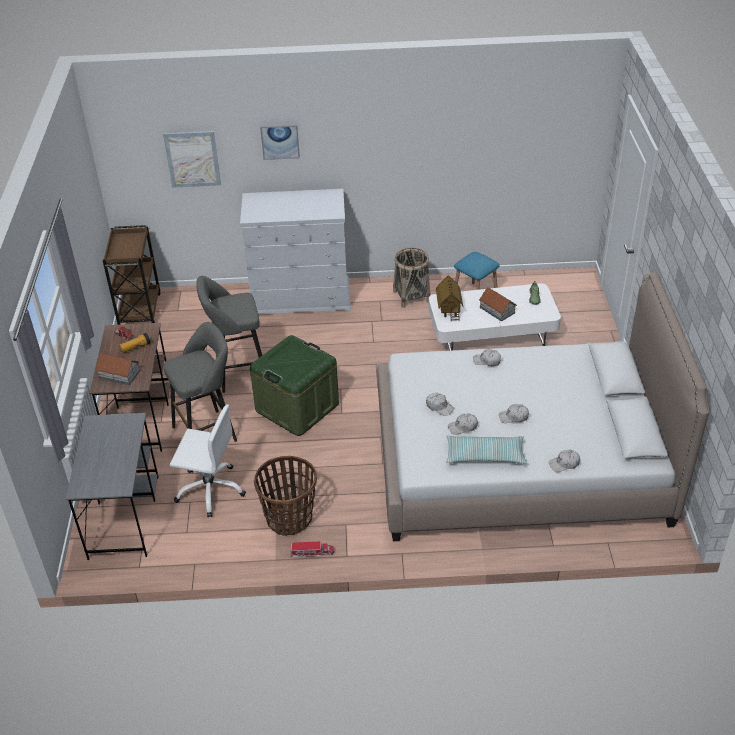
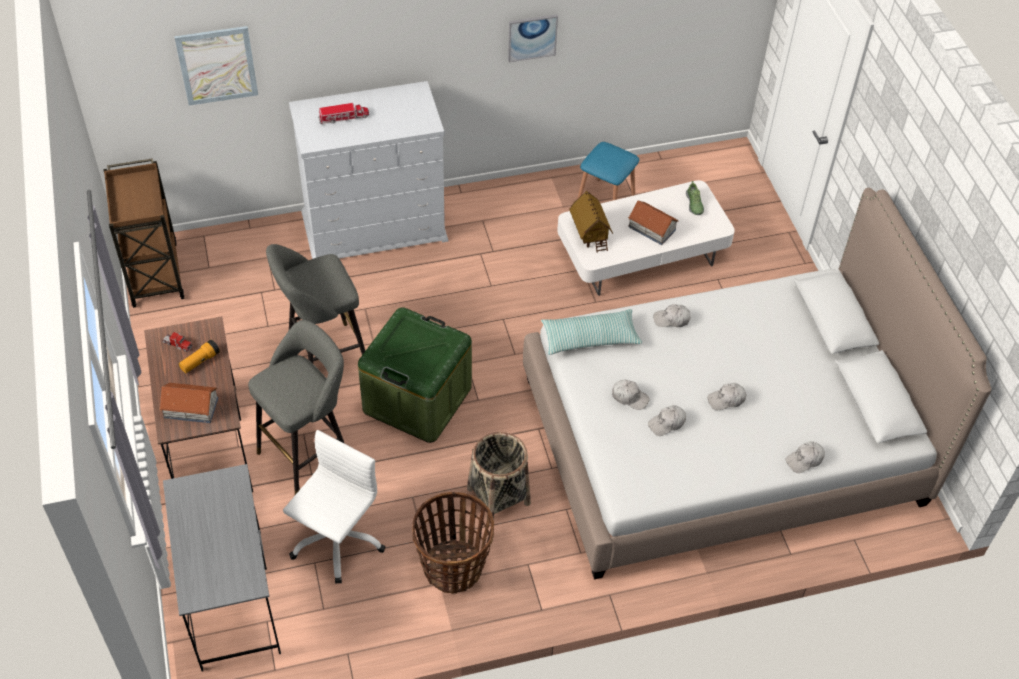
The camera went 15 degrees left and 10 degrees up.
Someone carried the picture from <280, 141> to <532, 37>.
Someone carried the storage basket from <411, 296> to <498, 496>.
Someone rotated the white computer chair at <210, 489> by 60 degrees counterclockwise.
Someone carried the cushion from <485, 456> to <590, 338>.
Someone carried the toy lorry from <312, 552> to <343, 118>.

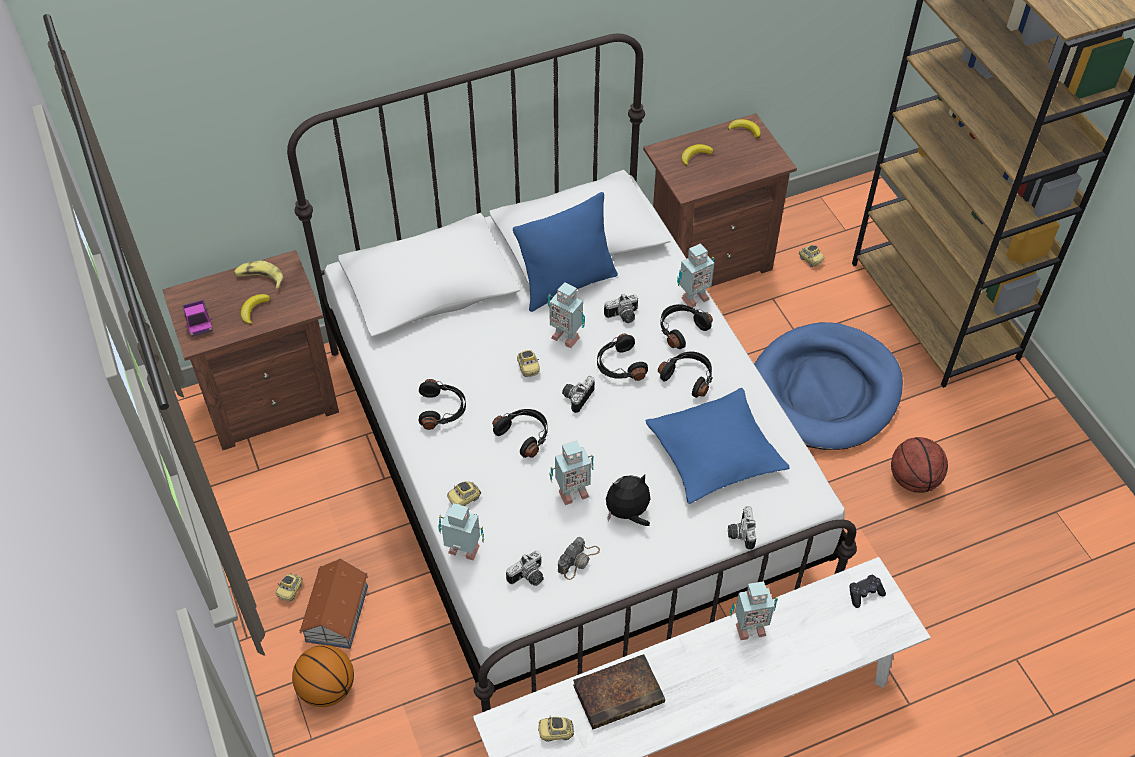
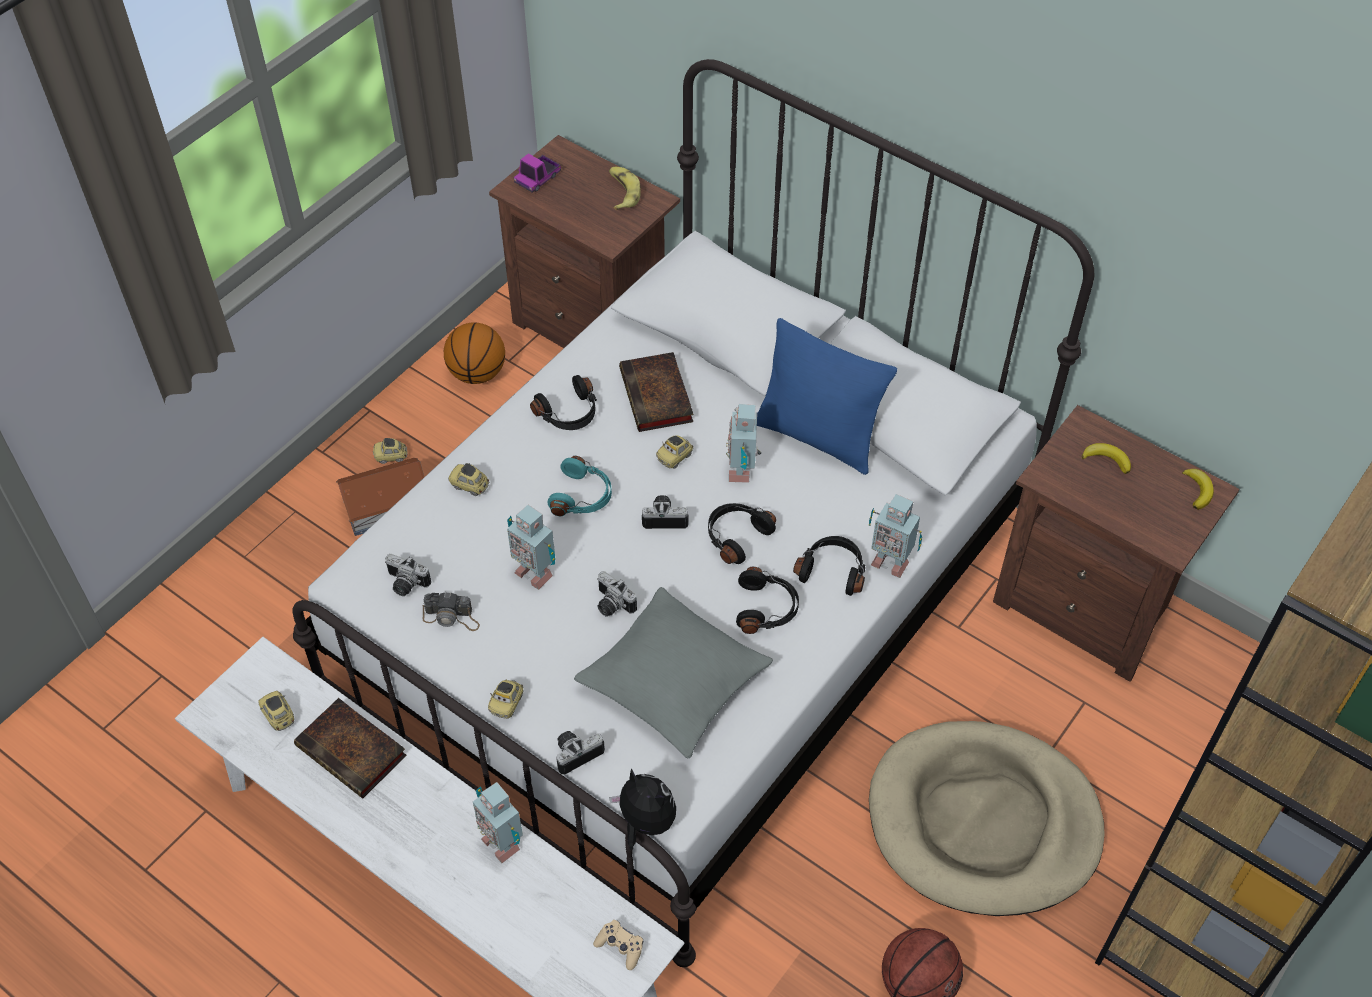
The camera went 60 degrees right and 0 degrees up.
Someone carried the miniature car from <810, 260> to <507, 703>.
Someone took away the banana fruit at <254, 310>.
Someone carried the photo camera from <623, 316> to <611, 605>.
Someone repainted the blue-coloured dog cushion at <824, 390>, which became the beige-coloured dog cushion at <983, 822>.
Someone repainted the blue-coloured cushion at <714, 453>, which became the grey cushion at <674, 681>.
Someone repainted the black-coloured pair of headphones at <524, 435>, which became the turquoise-coloured pair of headphones at <582, 496>.
Someone carried the plush toy from <628, 513> to <645, 822>.
Someone took away the toy robot at <464, 552>.
Someone repainted the black-coloured joypad at <864, 593>, which became the beige-coloured joypad at <620, 946>.
Someone carried the ball for basketball from <327, 688> to <477, 373>.
Someone put down the volume at <657, 397>.

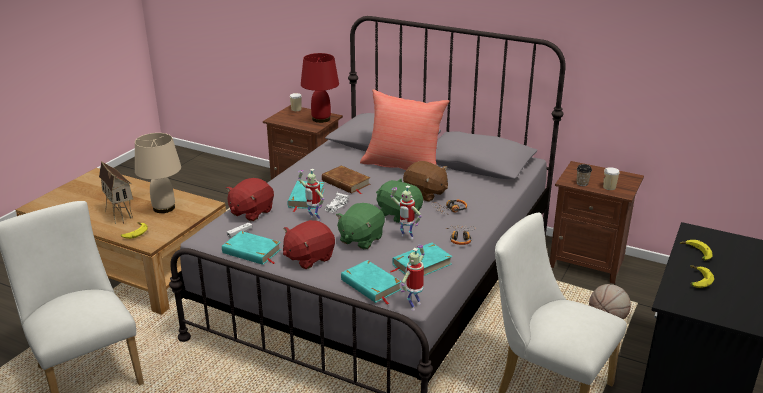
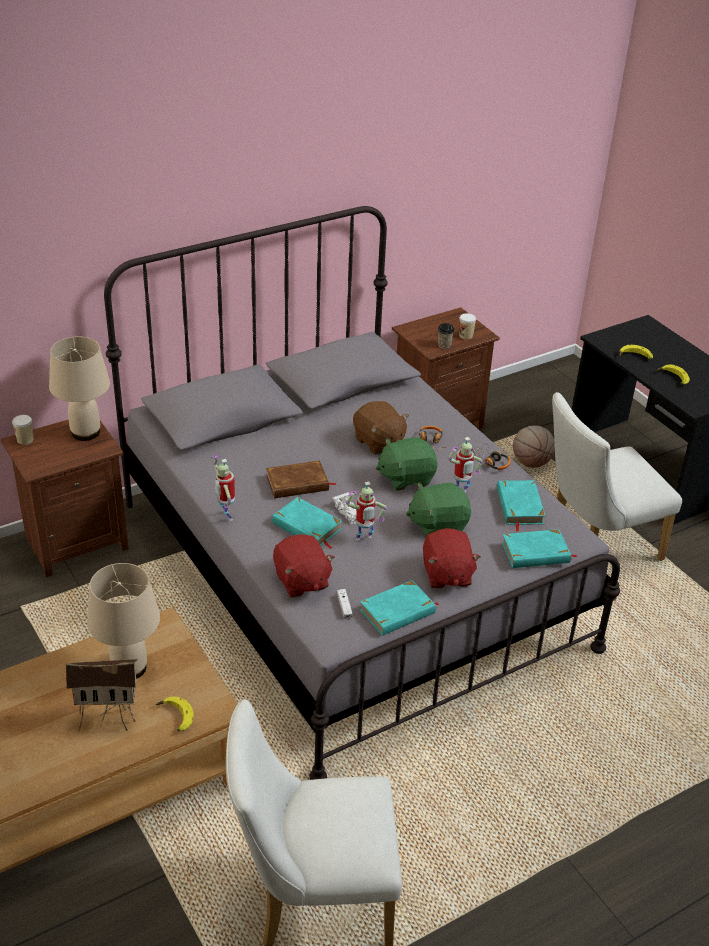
The camera went 60 degrees left and 10 degrees up.
Someone repainted the reddish lamp for a table at <321, 119>, which became the beige-coloured lamp for a table at <85, 432>.
Someone took away the reddish cushion at <403, 166>.
Someone rotated the brown plush toy at <425, 193> by 75 degrees clockwise.
Someone rotated the green plush toy at <360, 239> by 105 degrees clockwise.
Someone carried the toy robot from <414, 305> to <226, 516>.

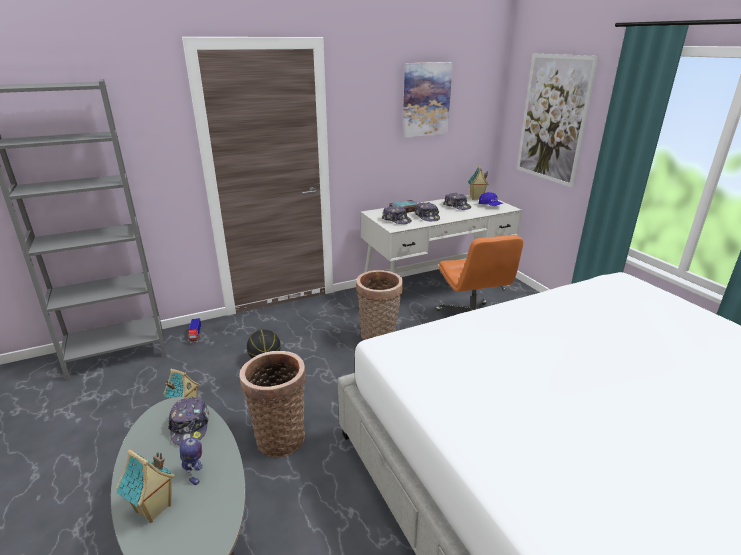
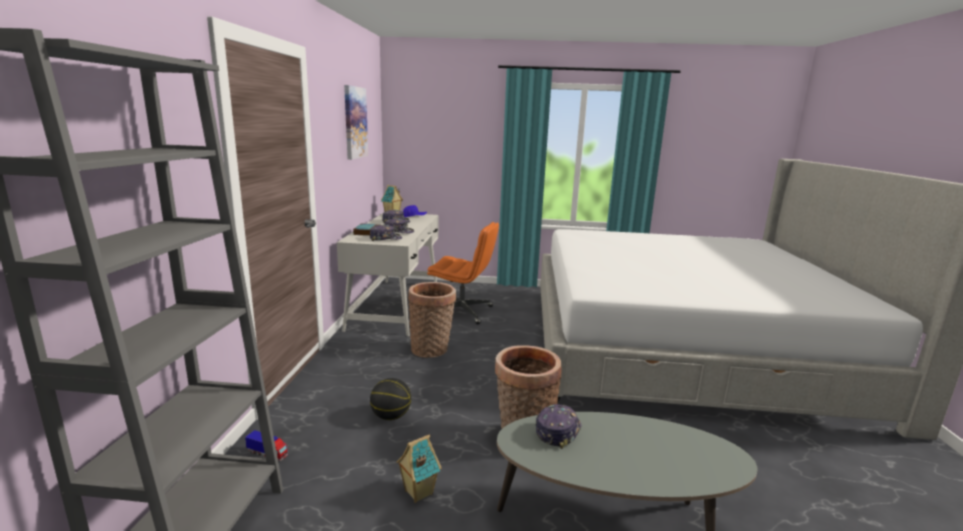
The camera went 60 degrees left and 10 degrees down.
Someone took away the picture at <553, 119>.
Someone rotated the peaked cap at <190, 426> by 75 degrees counterclockwise.
Someone took away the toy robot at <195, 473>.
Someone took away the model house at <154, 509>.

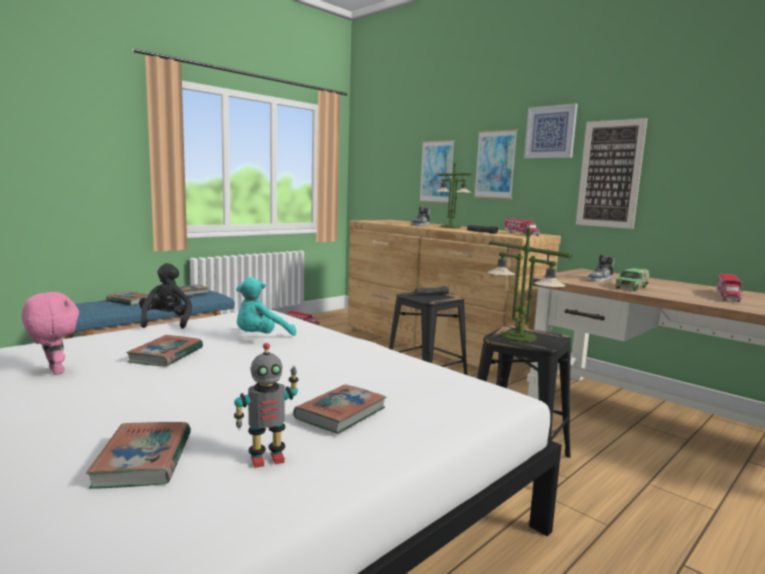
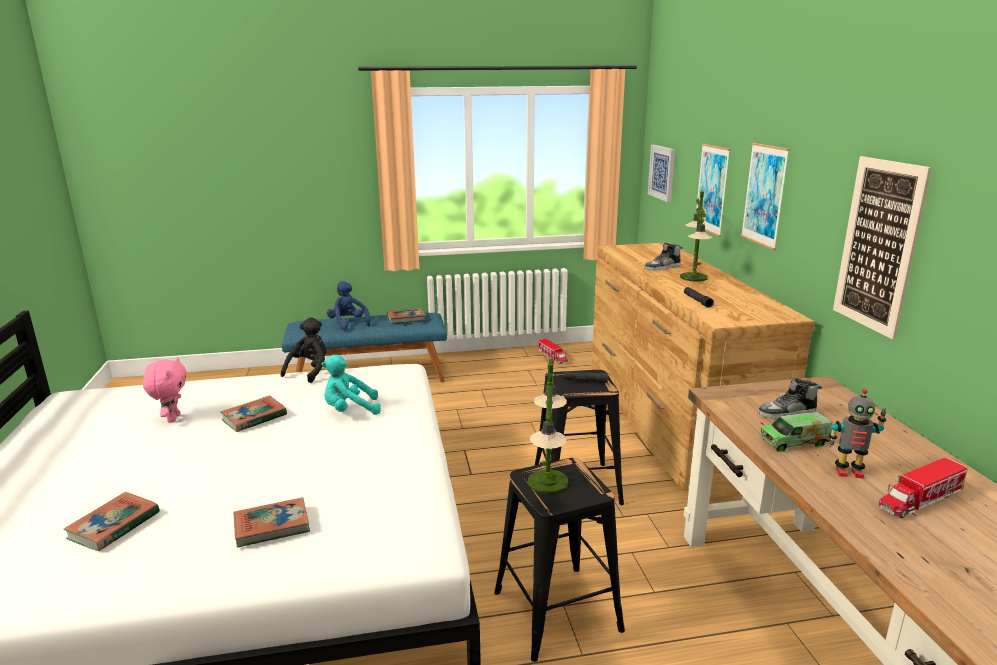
The camera went 35 degrees right and 10 degrees up.
Someone carried the picture from <550, 132> to <662, 172>.
Someone took away the toy lorry at <521, 233>.
Someone swapped the volume at <130, 301> for the blue-coloured plush toy at <348, 324>.
Someone carried the toy robot from <267, 459> to <848, 472>.

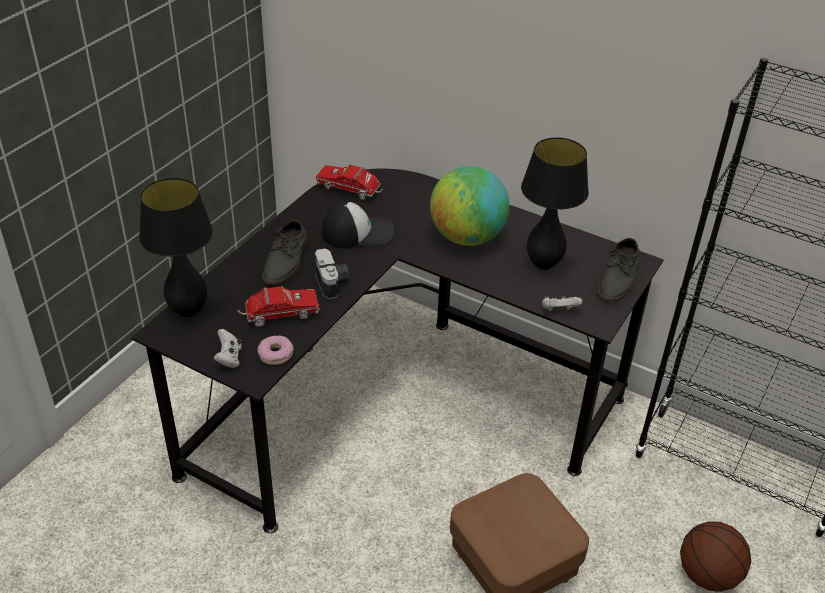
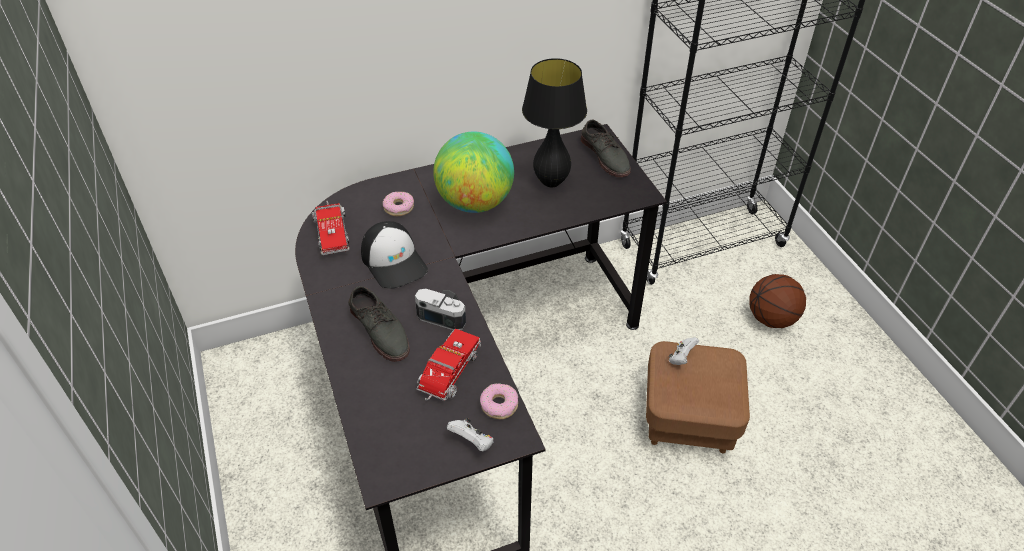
The camera went 50 degrees left and 5 degrees up.
Someone rotated the toy lorry at <351, 189> by 75 degrees counterclockwise.
Someone took away the black-coloured lamp for a table at <189, 311>.
Someone rotated the peaked cap at <358, 232> by 120 degrees clockwise.
Someone carried the white joypad from <559, 311> to <681, 357>.
Someone put down the ring doughnut at <399, 207>.

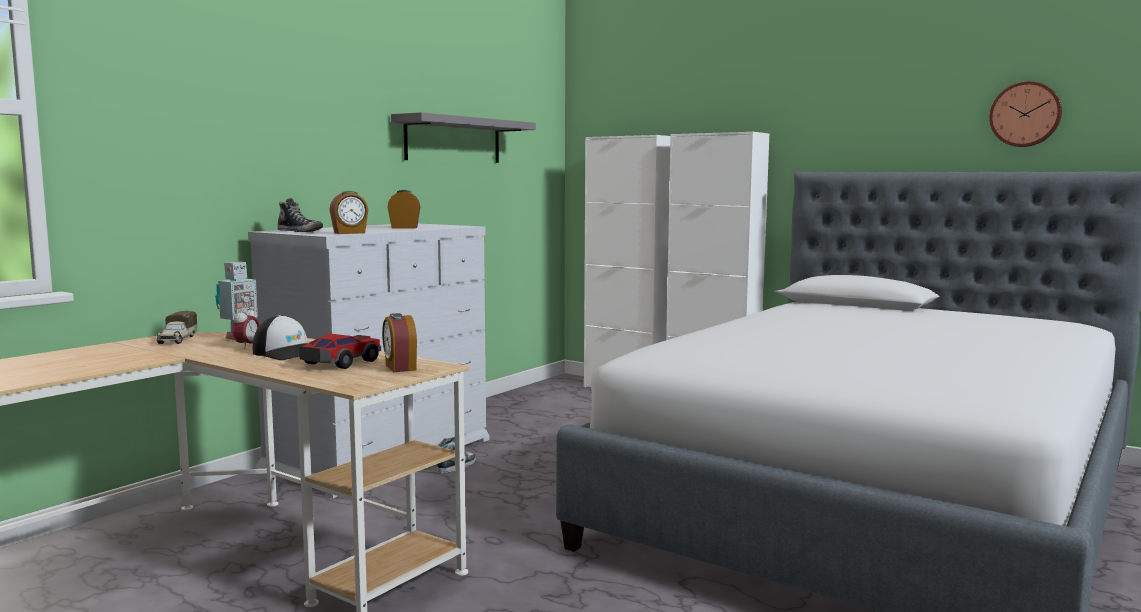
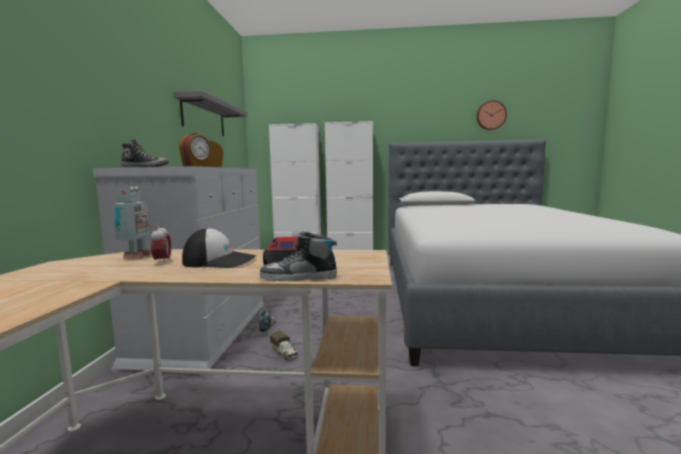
The camera went 30 degrees left and 0 degrees up.
Someone carried the toy lorry from <177, 340> to <284, 353>.
Someone took away the table clock at <399, 367>.
Someone put down the shoe at <298, 277>.

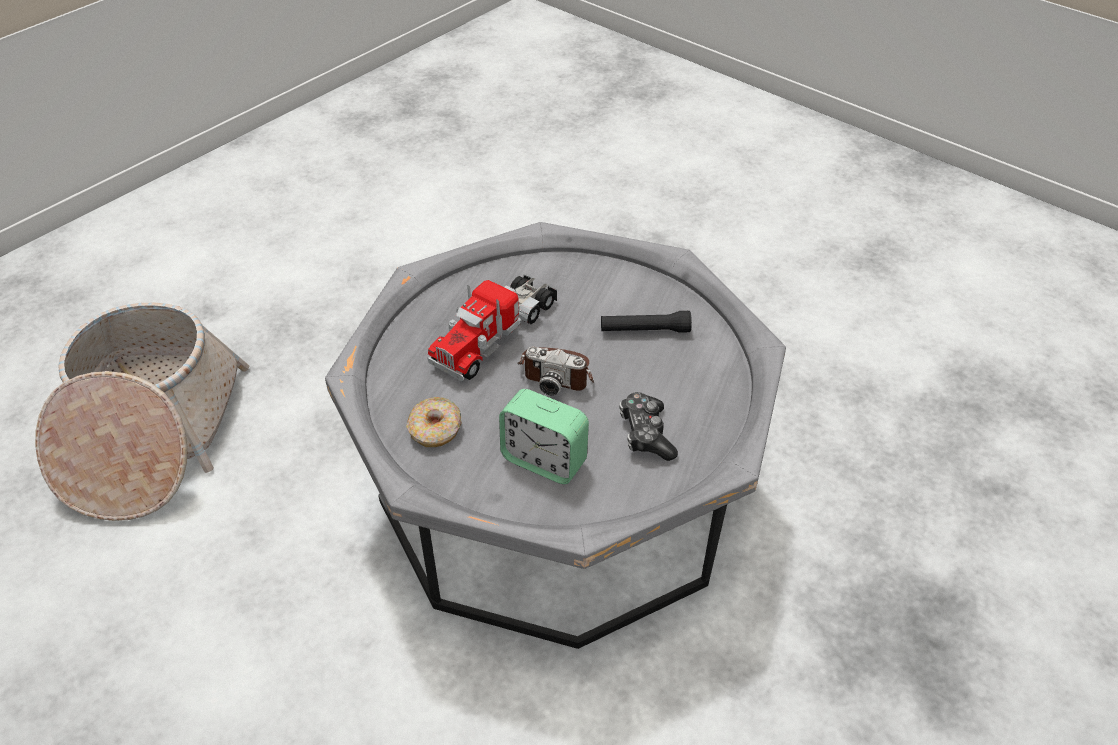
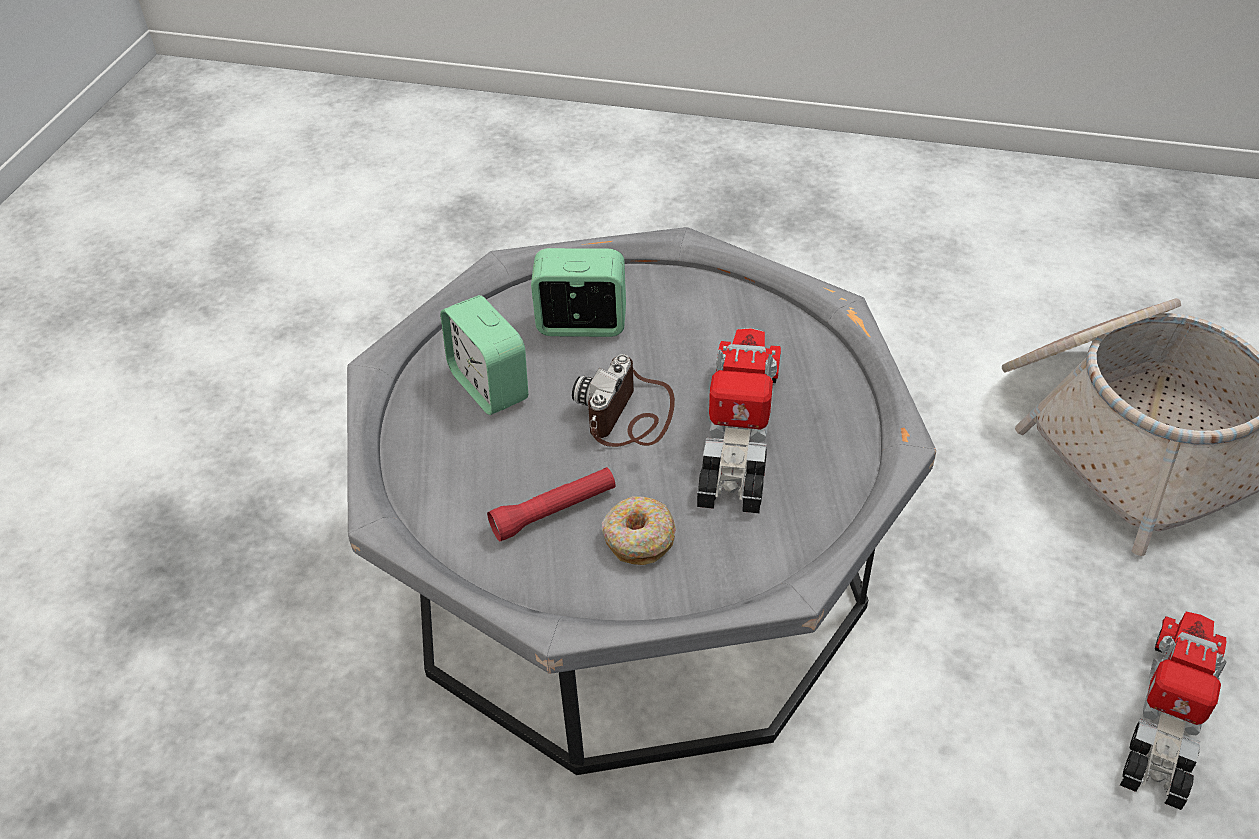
The camera went 155 degrees right and 0 degrees up.
Someone repainted the black-coloured hand torch at <645, 330>, which became the reddish hand torch at <554, 512>.
Someone rotated the photo camera at <557, 372> by 60 degrees counterclockwise.
Someone swapped the joypad at <646, 434> for the table clock at <489, 386>.
Someone carried the ring doughnut from <435, 430> to <638, 538>.
Someone put down the toy lorry at <1169, 716>.

